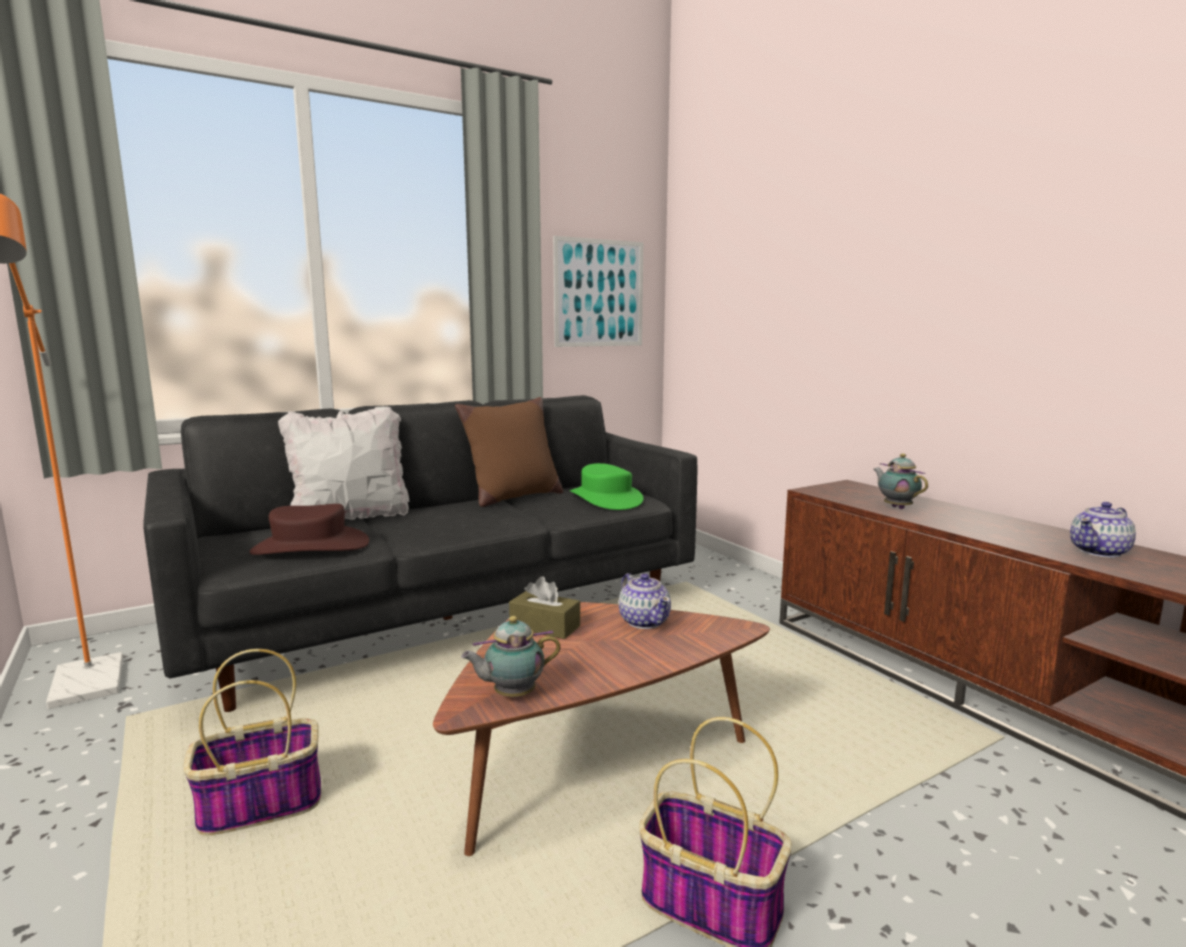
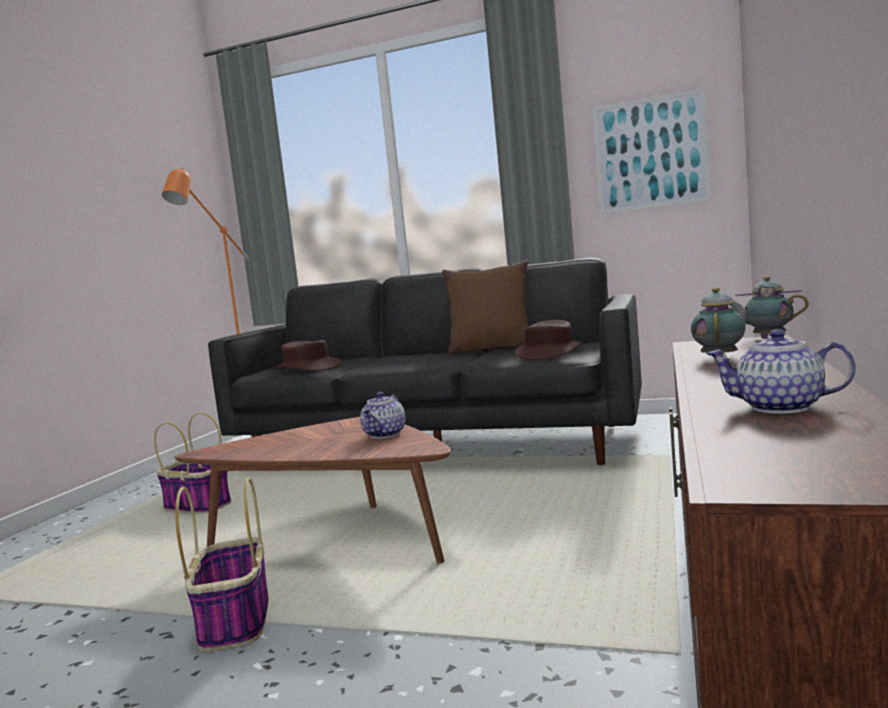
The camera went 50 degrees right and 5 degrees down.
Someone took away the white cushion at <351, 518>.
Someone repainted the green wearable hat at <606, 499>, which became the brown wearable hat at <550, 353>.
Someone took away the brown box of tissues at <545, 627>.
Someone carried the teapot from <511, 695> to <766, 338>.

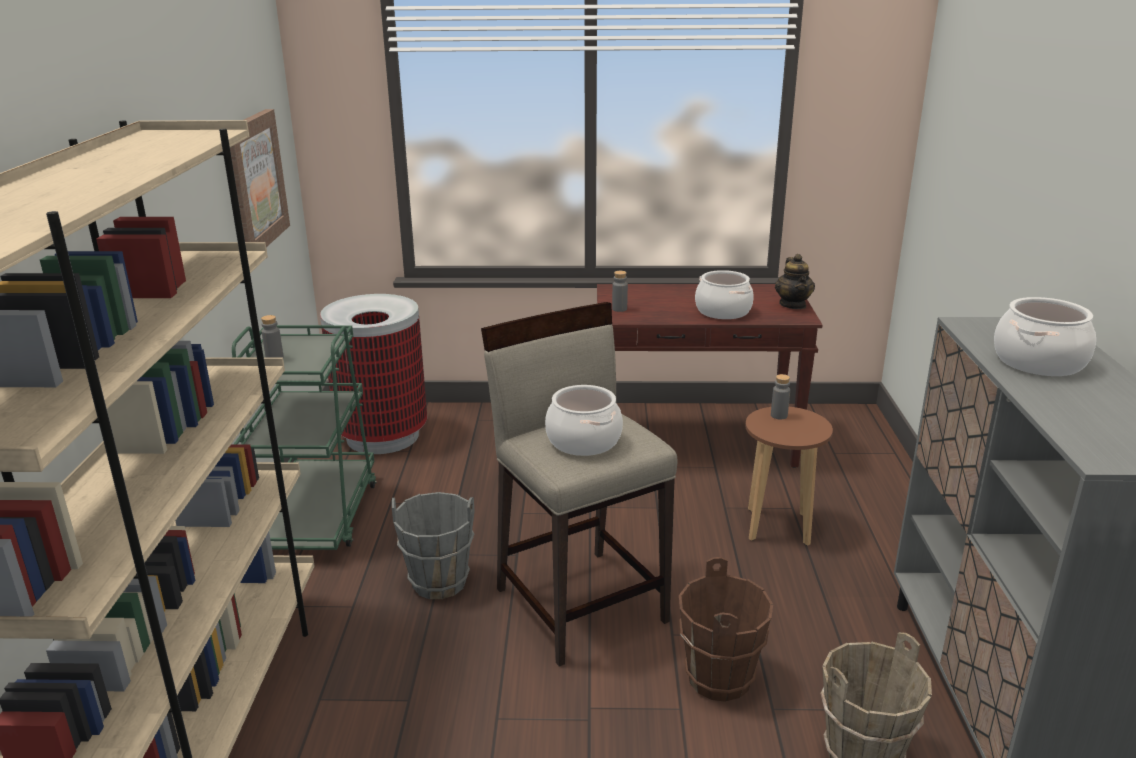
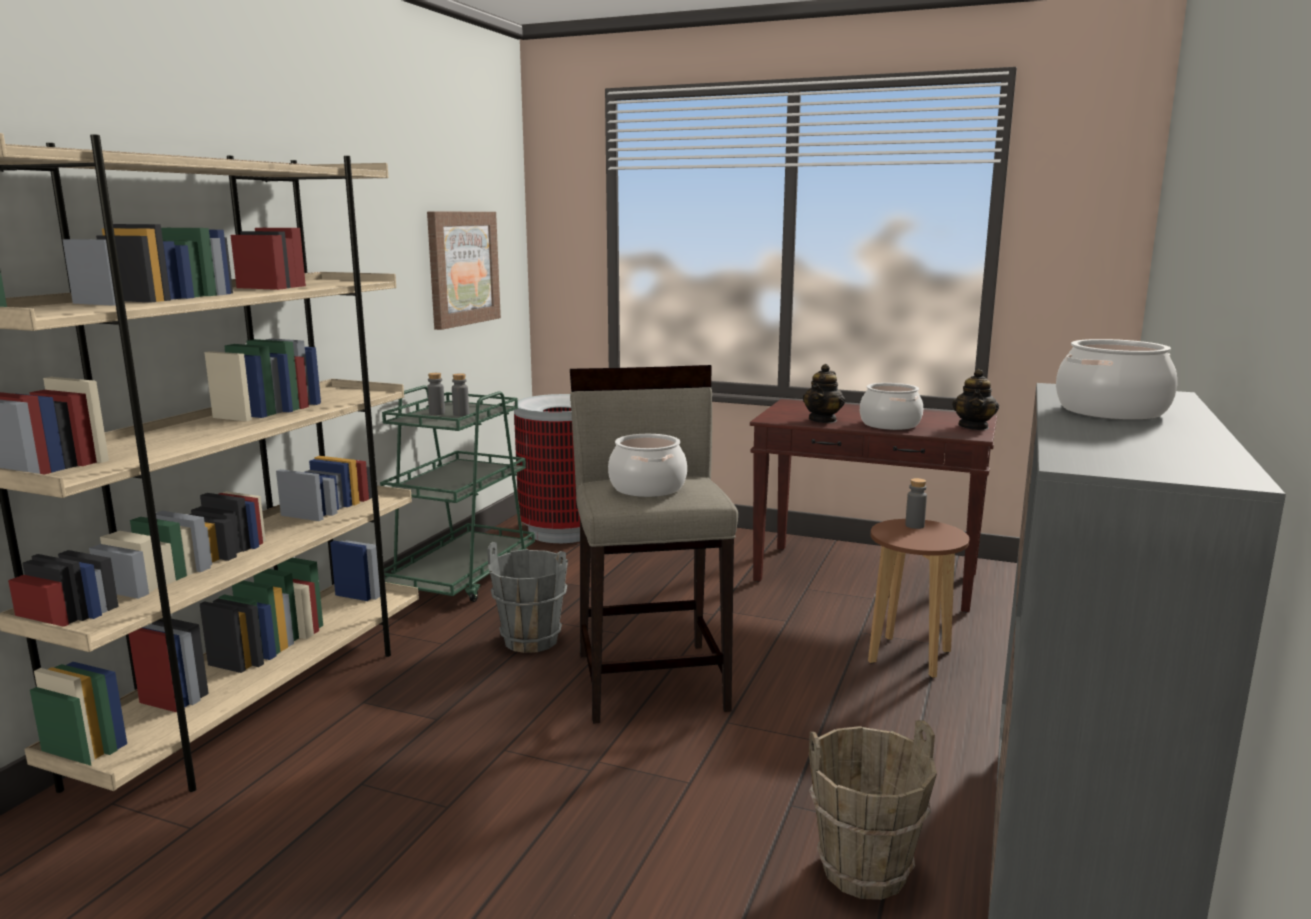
The camera went 20 degrees right and 10 degrees down.
Someone carried the grey drink bottle from <619, 309> to <461, 414>.
Someone took away the brown pail at <720, 678>.
Someone put down the teapot at <823, 420>.

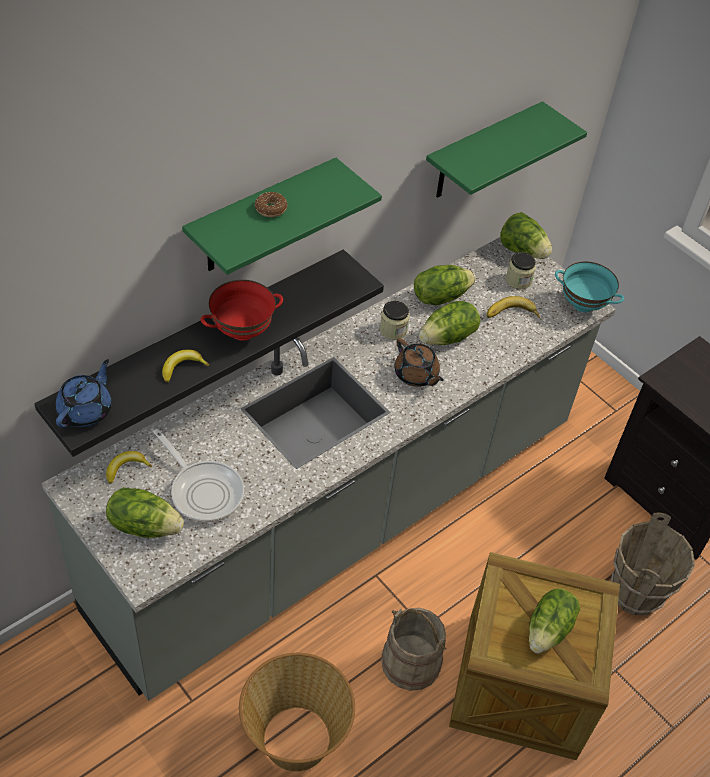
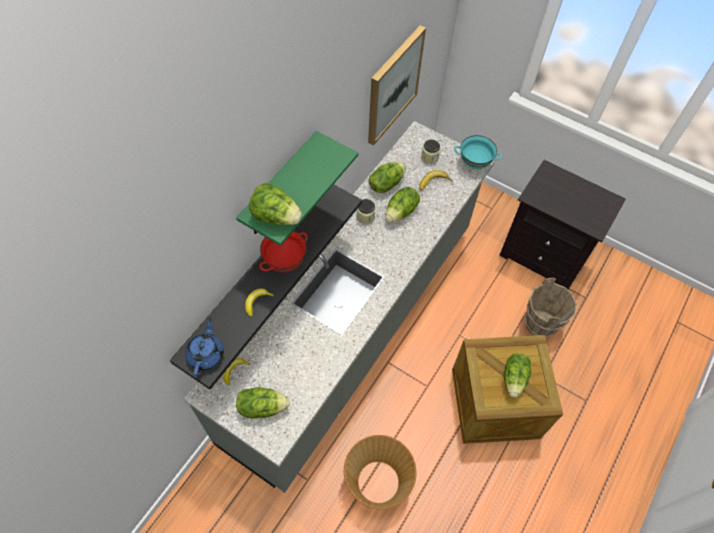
The camera went 15 degrees left and 10 degrees up.
Someone swapped the green shelf at <481, 152> for the picture at <393, 85>.
Someone took away the ring doughnut at <271, 209>.
Someone carried the lettuce from <523, 251> to <276, 216>.
Someone took away the brown teapot at <416, 375>.
Someone took away the pan at <203, 490>.
Someone took away the beige-coloured pail at <411, 662>.

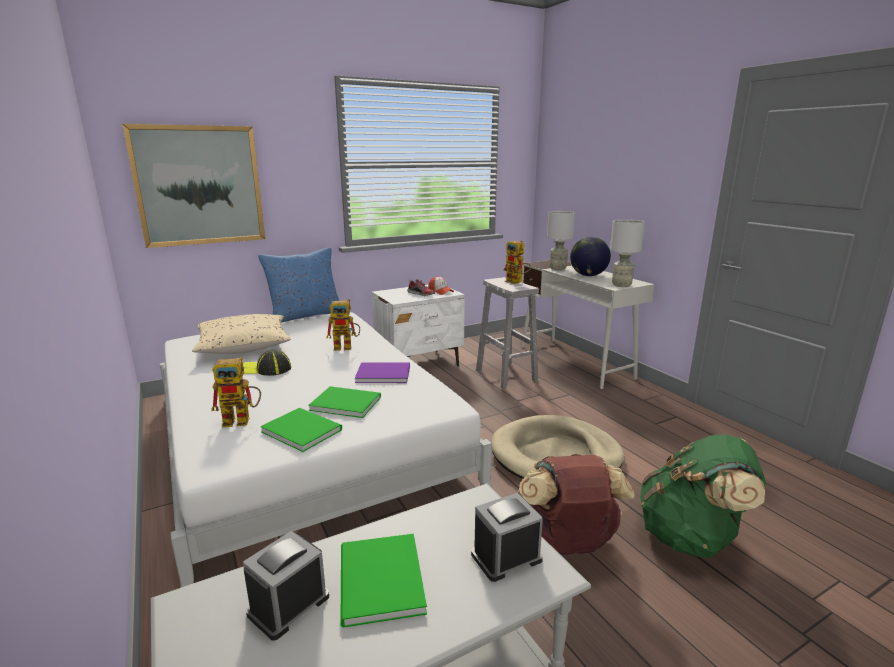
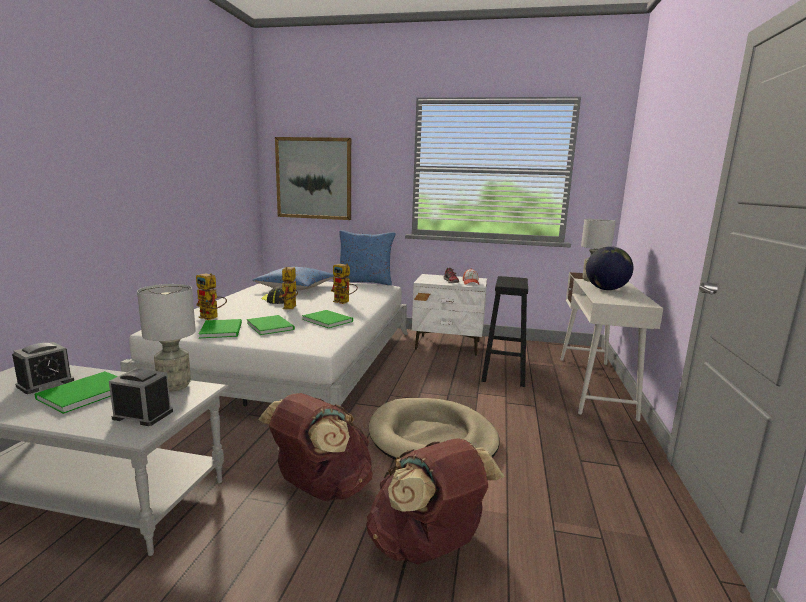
The camera went 40 degrees right and 5 degrees down.
Someone carried the grey lamp for a table from <622, 285> to <174, 386>.
Someone carried the toy robot from <517, 282> to <290, 308>.
Someone repainted the white stool seat at <505, 375>, which became the black-coloured stool seat at <503, 373>.
Someone repainted the beige-coloured cushion at <244, 346>, which became the blue-coloured cushion at <296, 288>.
Someone repainted the purple volume at <382, 374>, which became the green volume at <327, 320>.
Someone repainted the green knapsack at <691, 537>, which became the brown knapsack at <427, 547>.
Someone rotated the table clock at <288, 605> by 135 degrees clockwise.

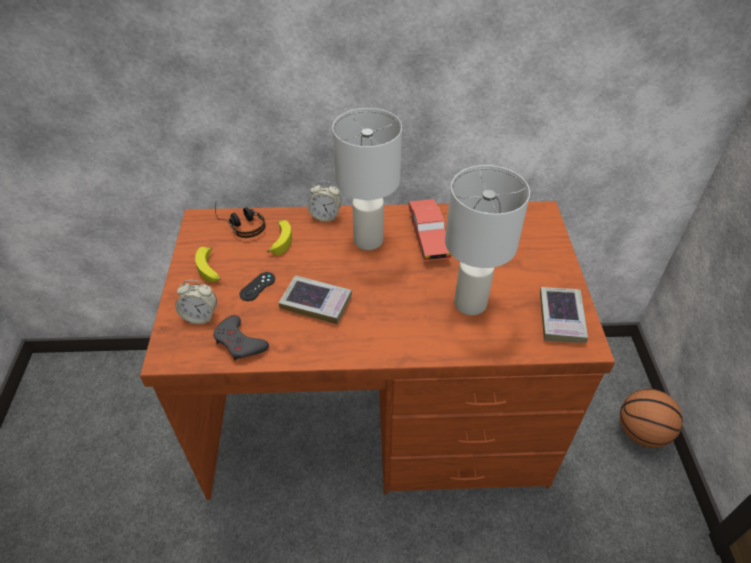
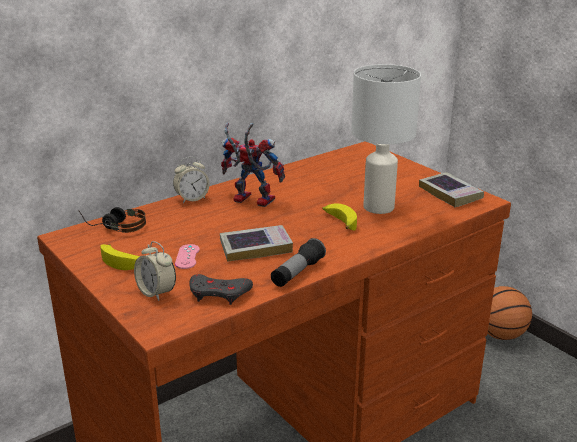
The camera went 35 degrees left and 20 degrees down.
Someone swapped the white lamp for a table at <367, 240> for the toy robot at <249, 201>.
Someone took away the reddish miniature car at <428, 237>.
Someone carried the banana fruit from <280, 240> to <339, 222>.
Someone repainted the black-coloured joypad at <257, 286>, which became the pinkish joypad at <187, 257>.
Someone rotated the table clock at <200, 316> by 75 degrees clockwise.
Someone put down the hand torch at <297, 273>.

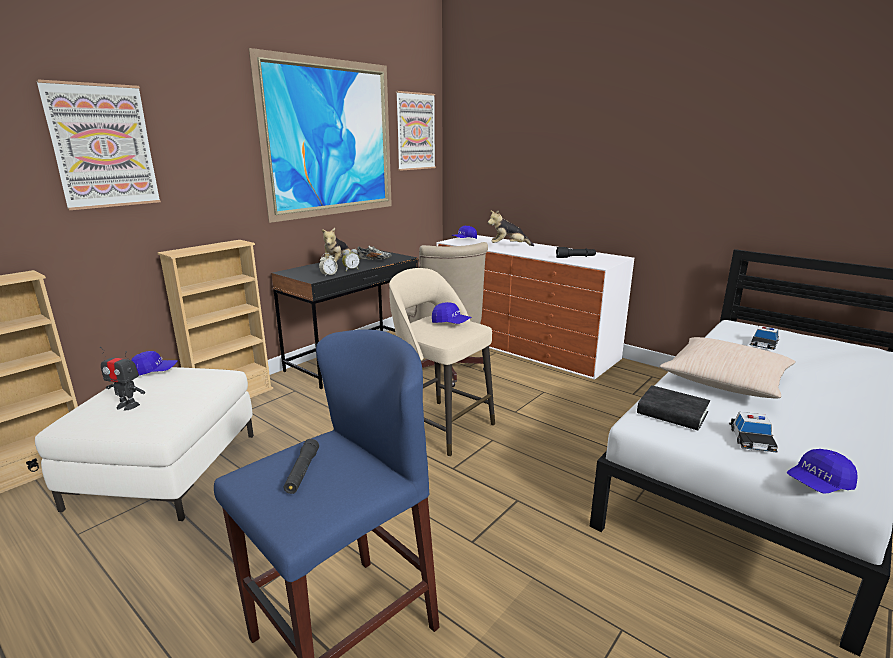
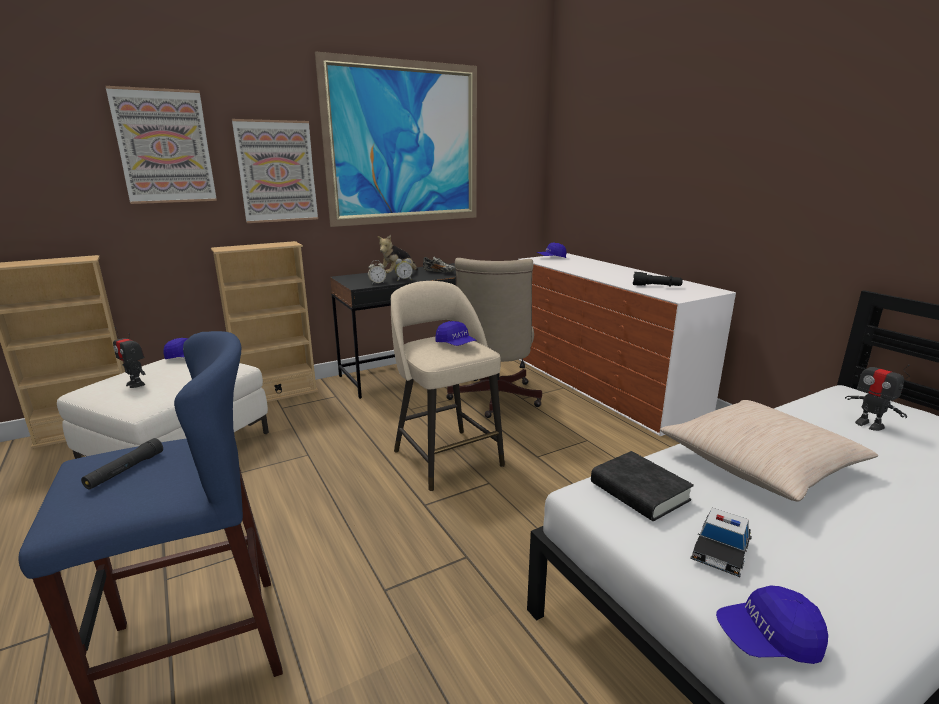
The camera went 20 degrees right and 0 degrees up.
Someone carried the picture from <415, 131> to <277, 172>.
Someone took away the plush toy at <508, 246>.
Someone swapped the miniature car at <764, 344> for the toy robot at <869, 425>.

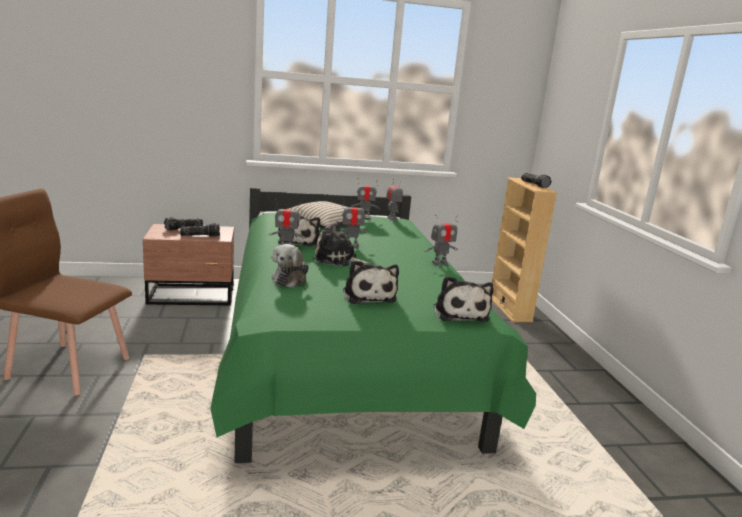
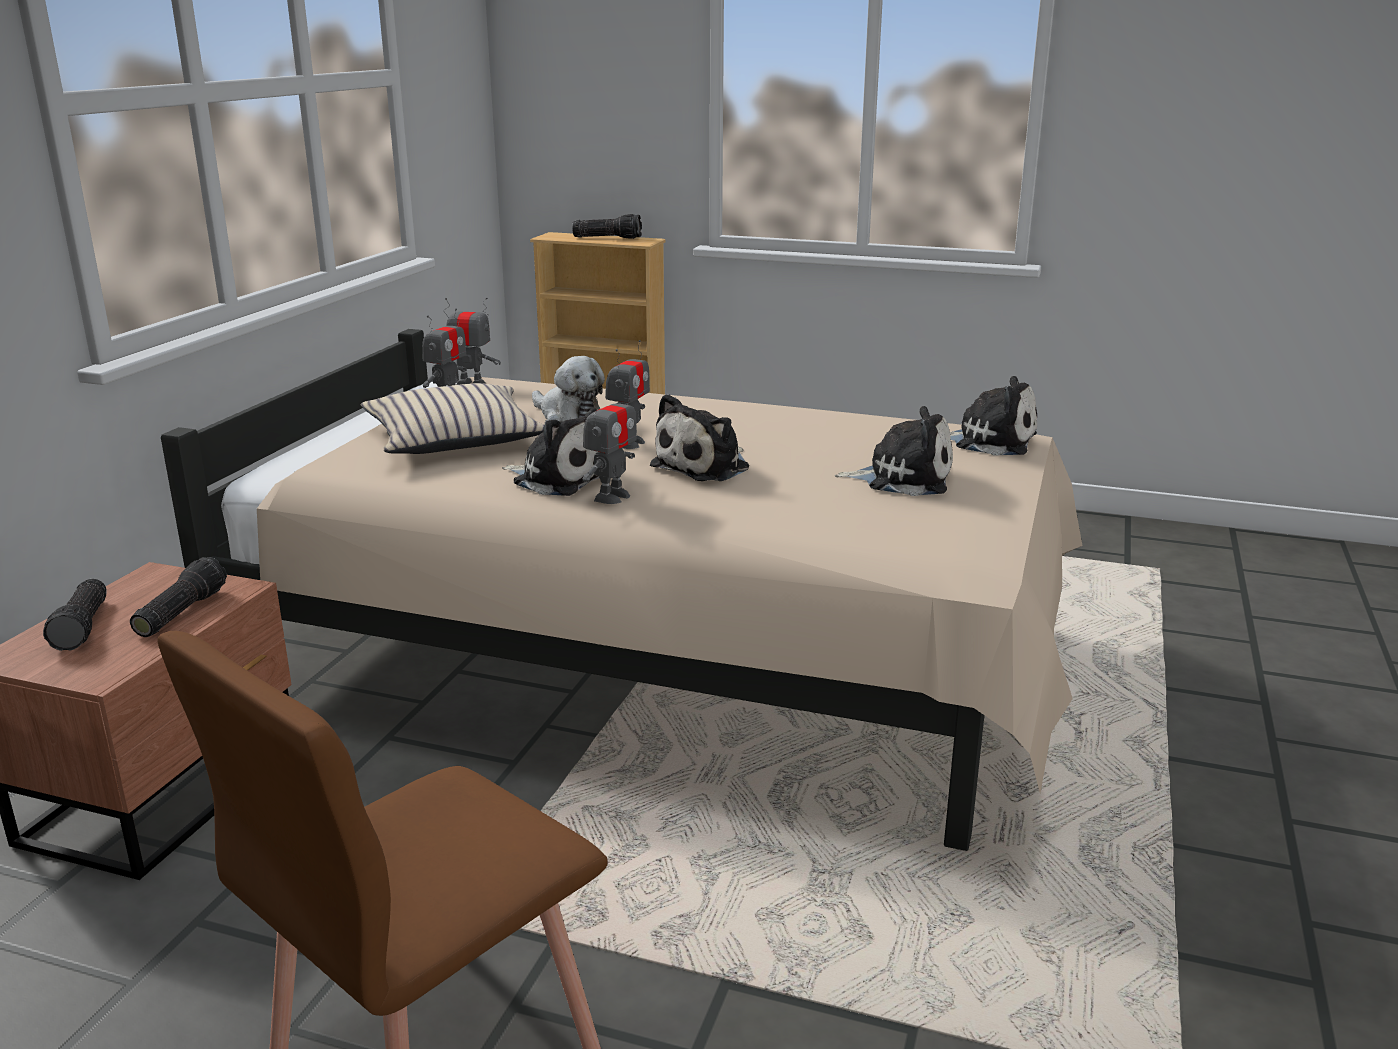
The camera went 60 degrees left and 5 degrees up.
Someone repainted the green sleeping bed at <343, 357>, which became the beige-coloured sleeping bed at <664, 664>.
Someone took away the toy robot at <440, 263>.
Someone carried the plush toy from <290, 279> to <568, 416>.

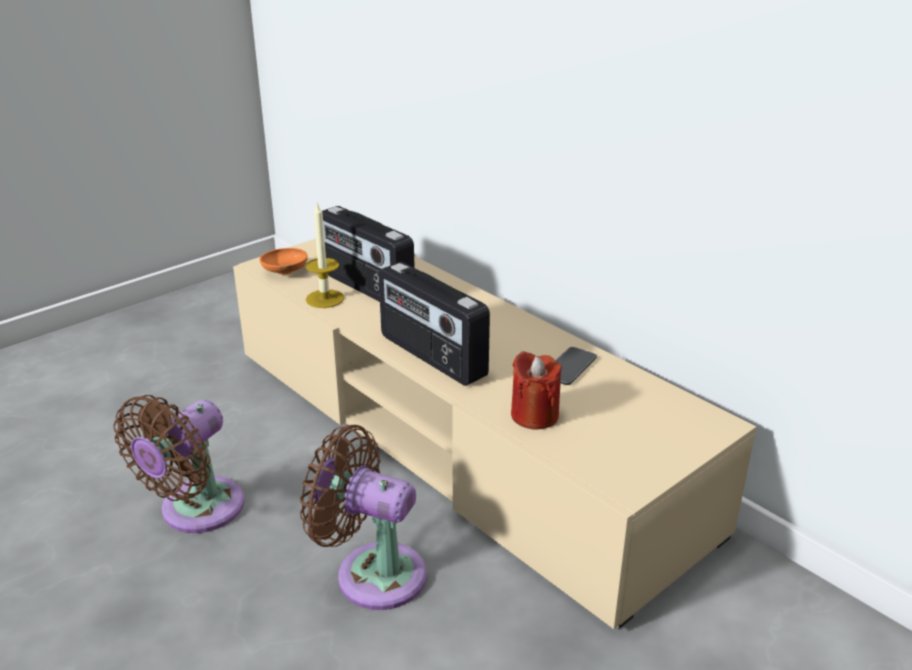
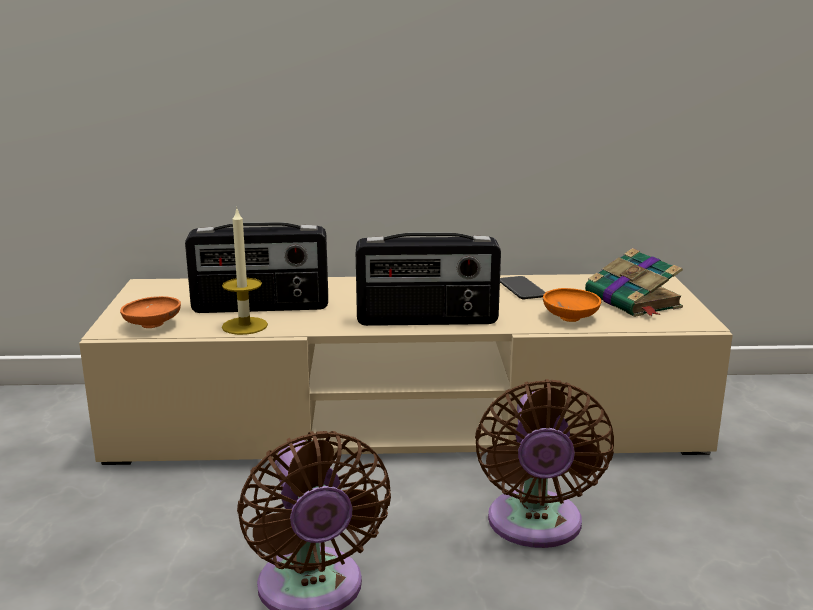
The camera went 50 degrees left and 10 degrees down.
Someone swapped the reddish wax candle at <534, 415> for the orangey deep dish at <570, 317>.
Someone rotated the brown fan at <372, 573> by 60 degrees counterclockwise.
Someone put down the volume at <634, 301>.

